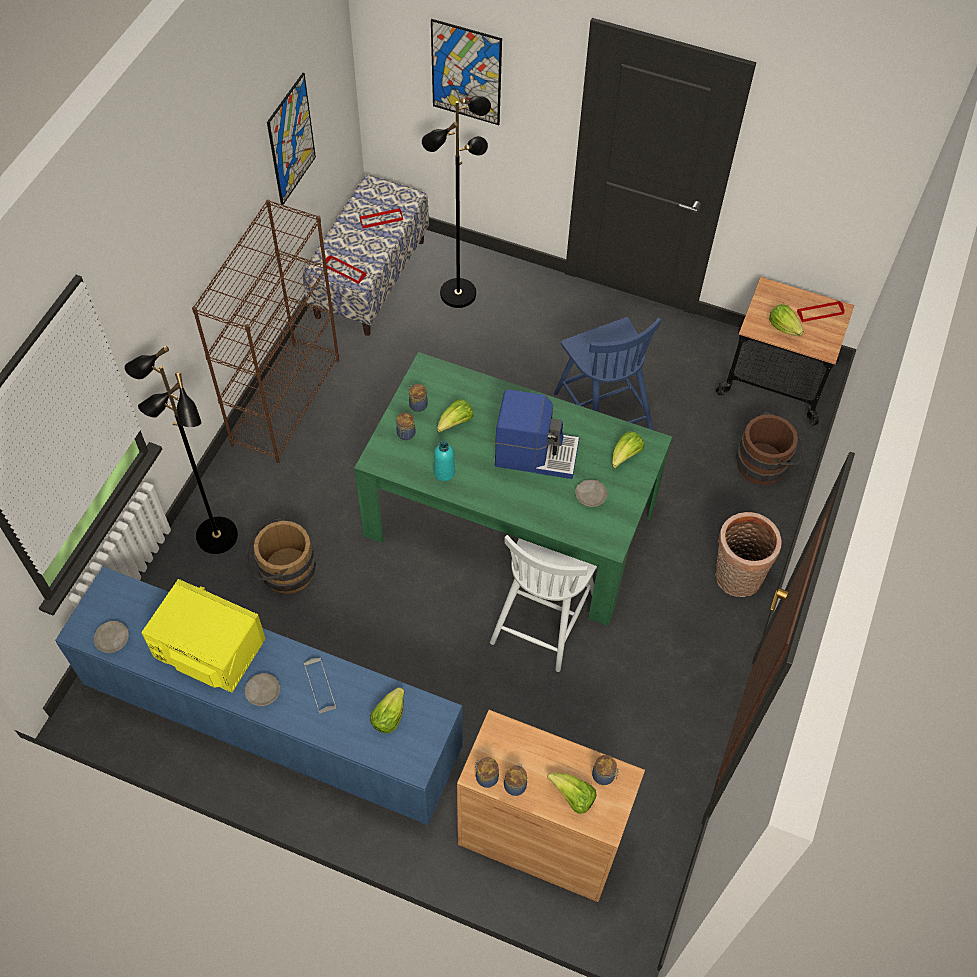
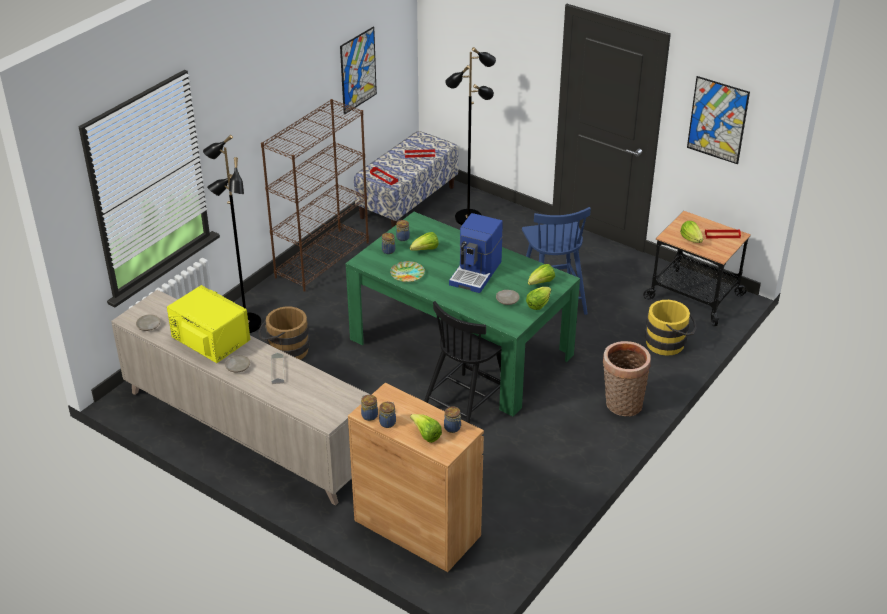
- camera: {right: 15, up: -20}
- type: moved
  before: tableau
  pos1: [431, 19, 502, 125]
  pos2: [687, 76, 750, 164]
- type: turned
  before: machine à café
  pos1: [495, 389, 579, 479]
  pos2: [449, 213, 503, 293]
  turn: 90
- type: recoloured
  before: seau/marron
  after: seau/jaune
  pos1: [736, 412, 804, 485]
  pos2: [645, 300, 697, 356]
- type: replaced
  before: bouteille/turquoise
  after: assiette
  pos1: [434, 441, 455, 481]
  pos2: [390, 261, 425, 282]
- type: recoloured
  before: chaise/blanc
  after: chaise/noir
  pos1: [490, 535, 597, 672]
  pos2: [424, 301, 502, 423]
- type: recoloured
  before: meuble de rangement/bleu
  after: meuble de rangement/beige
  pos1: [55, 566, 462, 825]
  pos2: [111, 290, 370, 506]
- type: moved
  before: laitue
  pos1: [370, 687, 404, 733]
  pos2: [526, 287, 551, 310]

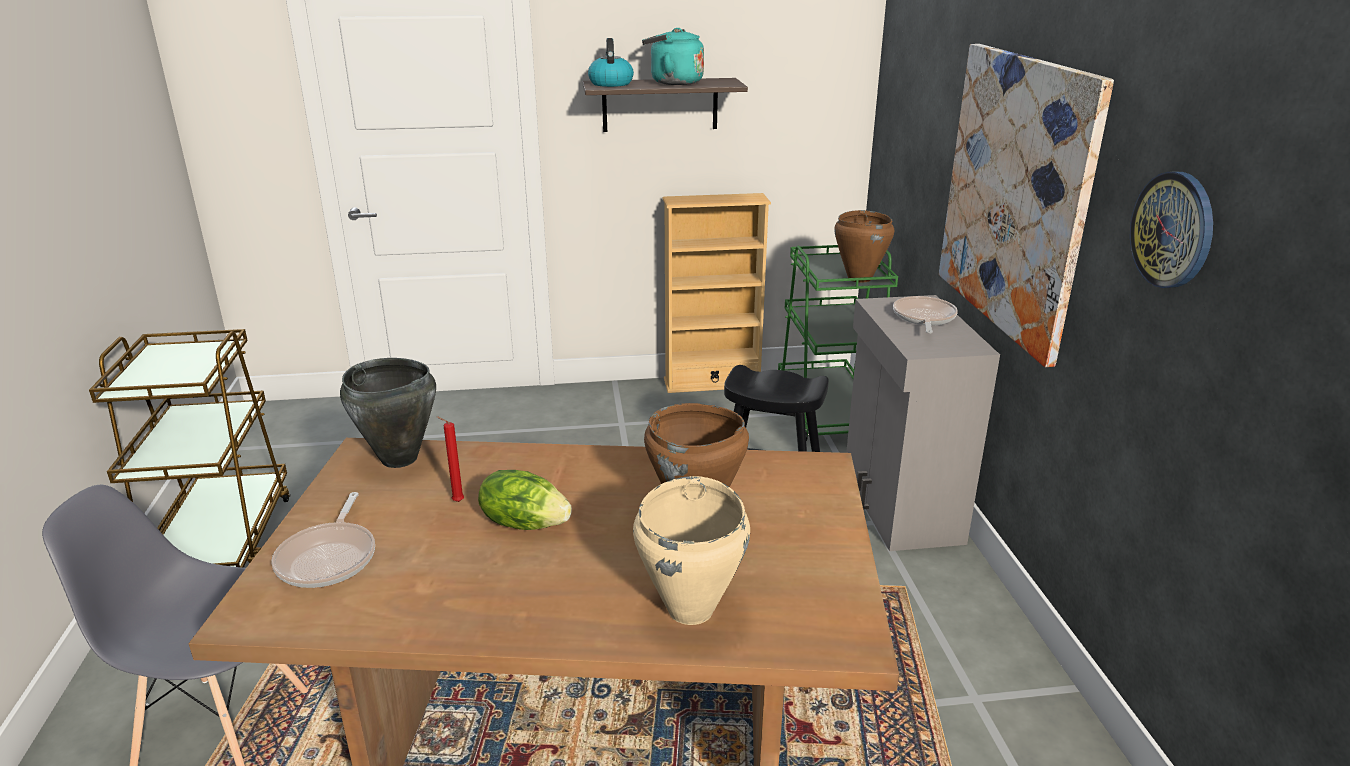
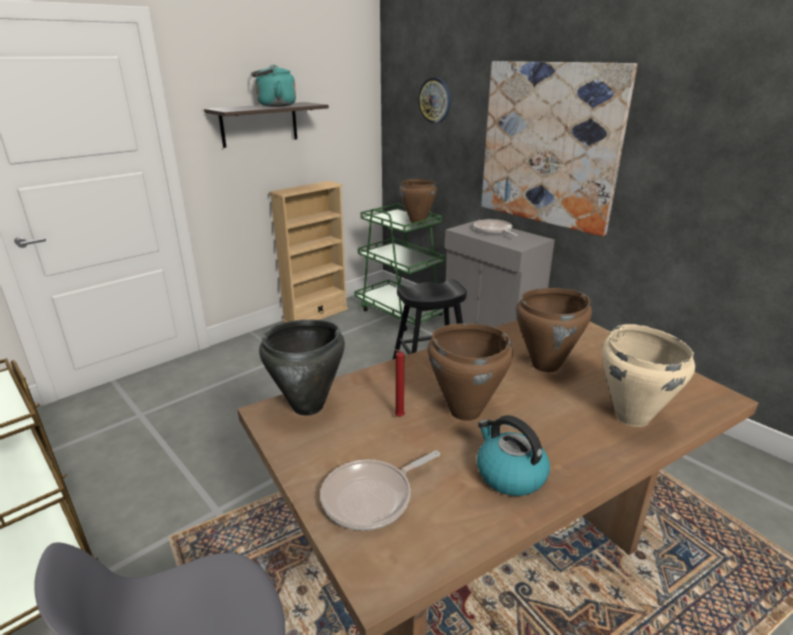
- camera: {right: -35, up: 0}
- type: moved
  before: bouilloire
  pos1: [588, 38, 634, 87]
  pos2: [477, 415, 550, 496]
- type: moved
  before: horloge murale
  pos1: [1130, 171, 1213, 288]
  pos2: [418, 77, 451, 124]
- type: replaced
  before: laitue
  after: marmite/marron
  pos1: [478, 470, 572, 530]
  pos2: [428, 323, 513, 421]
- type: turned
  before: poêle
  pos1: [271, 492, 375, 588]
  pos2: [320, 451, 440, 530]
  turn: 90

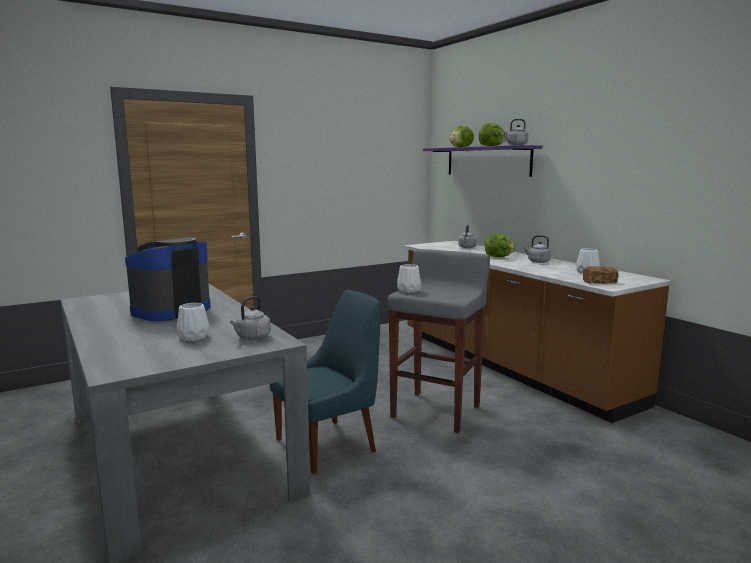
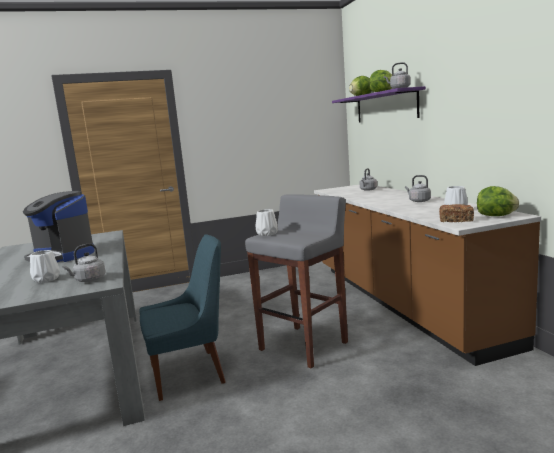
- camera: {right: 15, up: 0}
- type: moved
  before: laitue
  pos1: [485, 234, 515, 257]
  pos2: [477, 186, 519, 216]
- type: turned
  before: machine à café
  pos1: [125, 238, 211, 321]
  pos2: [23, 191, 95, 262]
  turn: -105

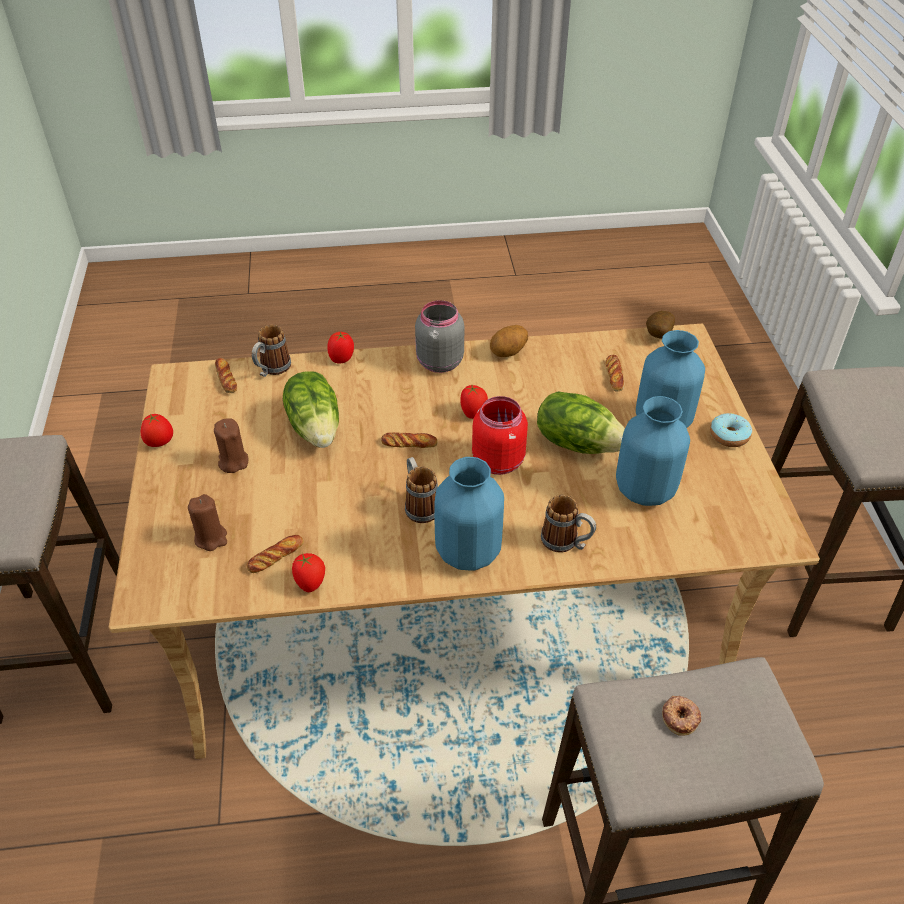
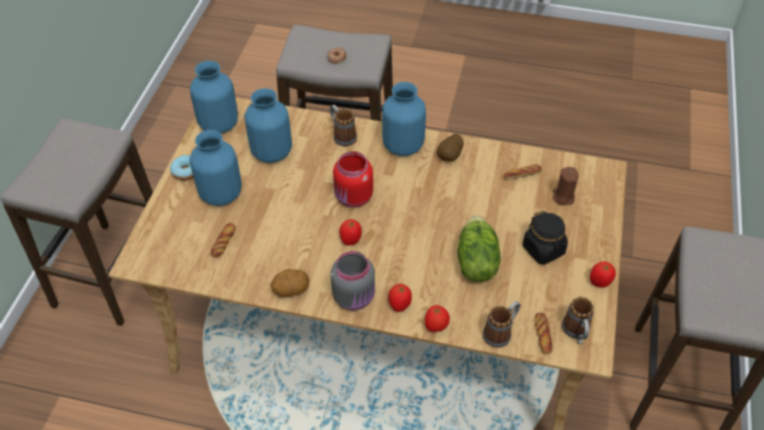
- camera: {right: -160, up: 5}
- type: moved
  before: pomme de terre
  pos1: [646, 311, 675, 339]
  pos2: [437, 134, 464, 162]
- type: removed
  before: laitue
  pos1: [537, 391, 625, 454]
- type: replaced
  before: bougie/marron
  after: bocal/noir
  pos1: [214, 418, 248, 473]
  pos2: [523, 211, 568, 265]
- type: removed
  before: pain
  pos1: [381, 432, 438, 448]
- type: moved
  before: mug
  pos1: [405, 457, 438, 523]
  pos2: [562, 297, 594, 344]
- type: moved
  before: tomate
  pos1: [292, 553, 325, 592]
  pos2: [388, 284, 412, 312]
- type: added
  after: vase/bleu
  pos2: [190, 61, 238, 134]

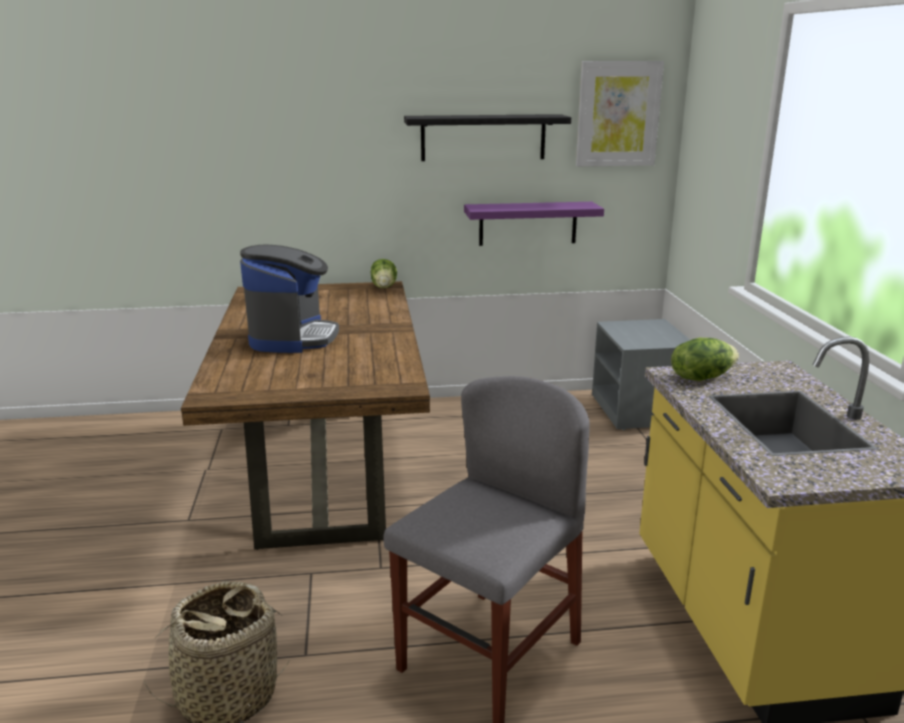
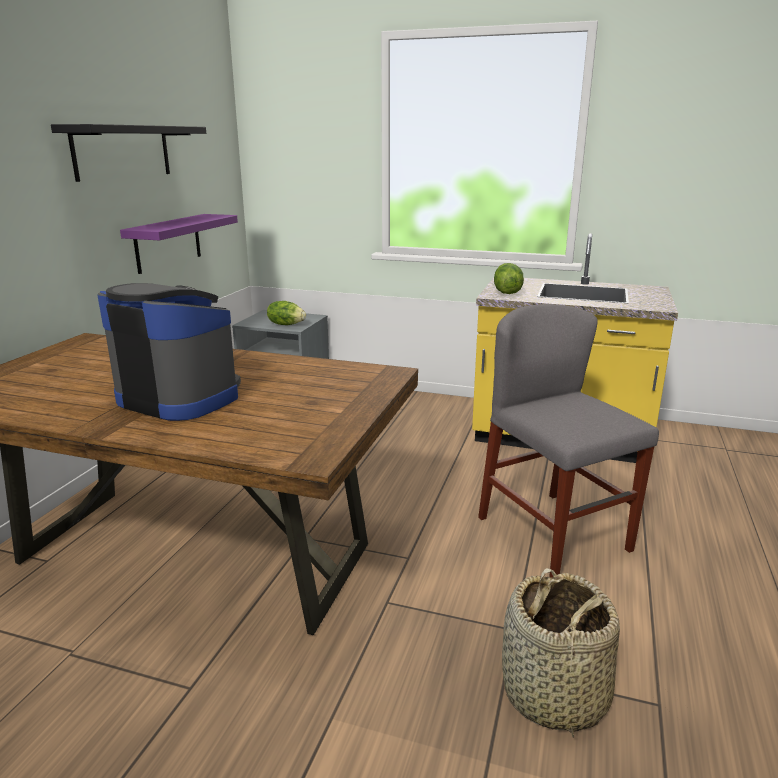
- camera: {right: -65, up: 0}
- type: removed
  before: tableau
  pos1: [576, 61, 664, 167]
- type: moved
  before: laitue
  pos1: [371, 259, 397, 288]
  pos2: [267, 301, 306, 325]

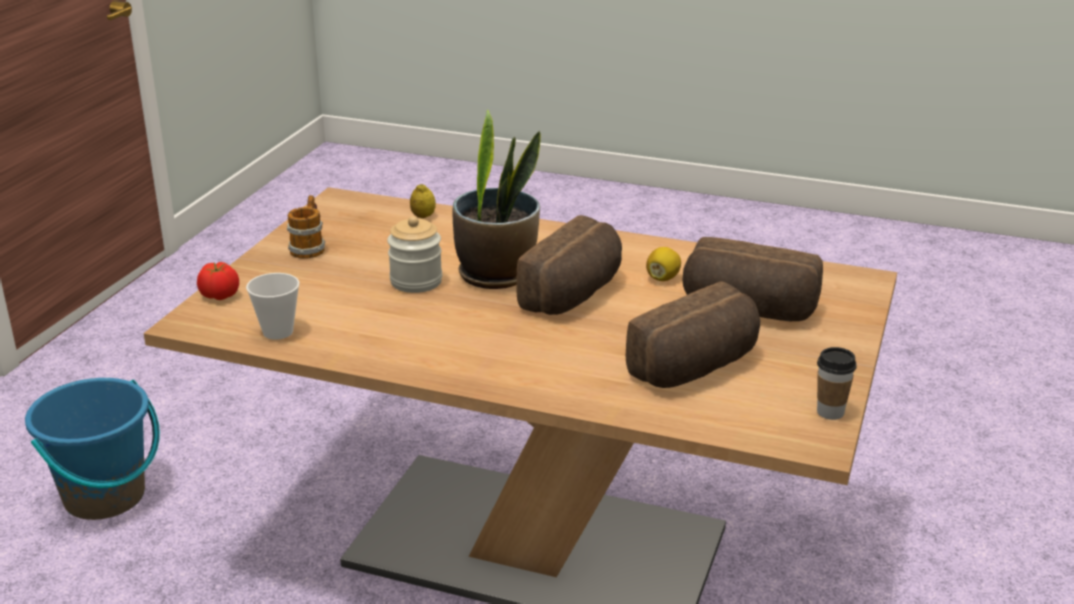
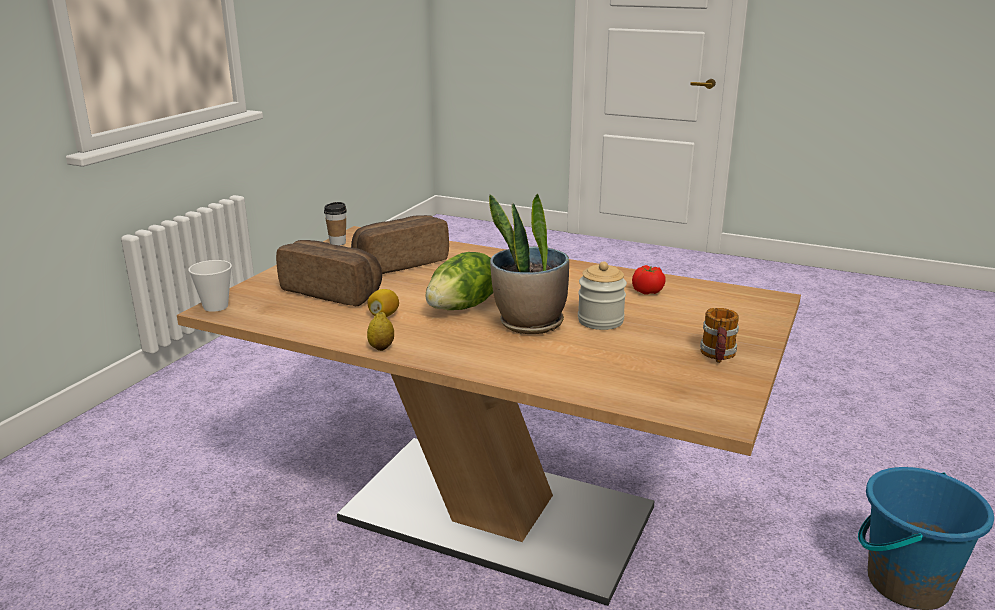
- camera: {right: -175, up: -5}
- type: moved
  before: citron
  pos1: [410, 184, 436, 218]
  pos2: [367, 312, 394, 351]
- type: replaced
  before: pain
  after: laitue
  pos1: [516, 215, 622, 315]
  pos2: [425, 252, 493, 310]
- type: moved
  before: tomate
  pos1: [197, 262, 239, 300]
  pos2: [632, 265, 666, 295]
- type: moved
  before: tasse
  pos1: [246, 273, 300, 340]
  pos2: [188, 260, 232, 312]

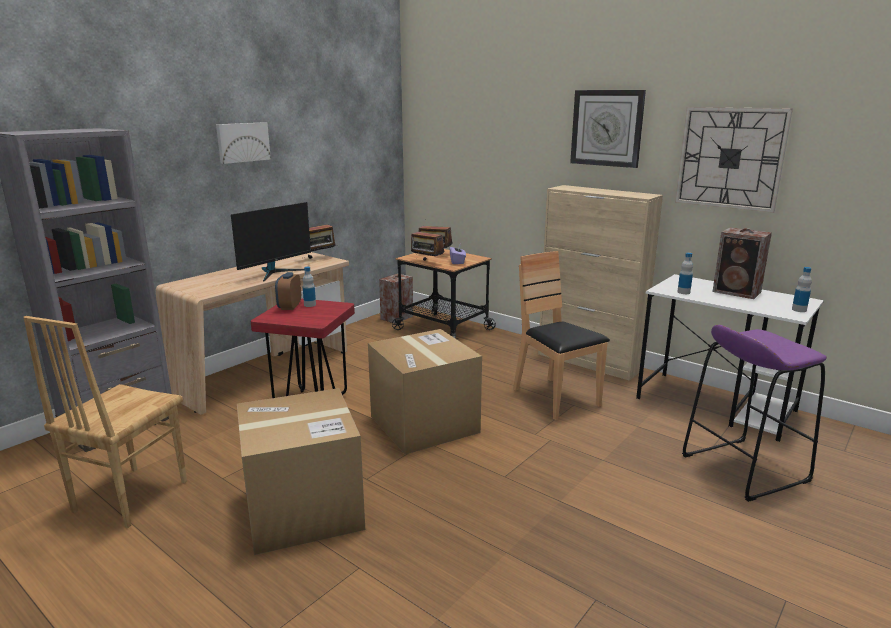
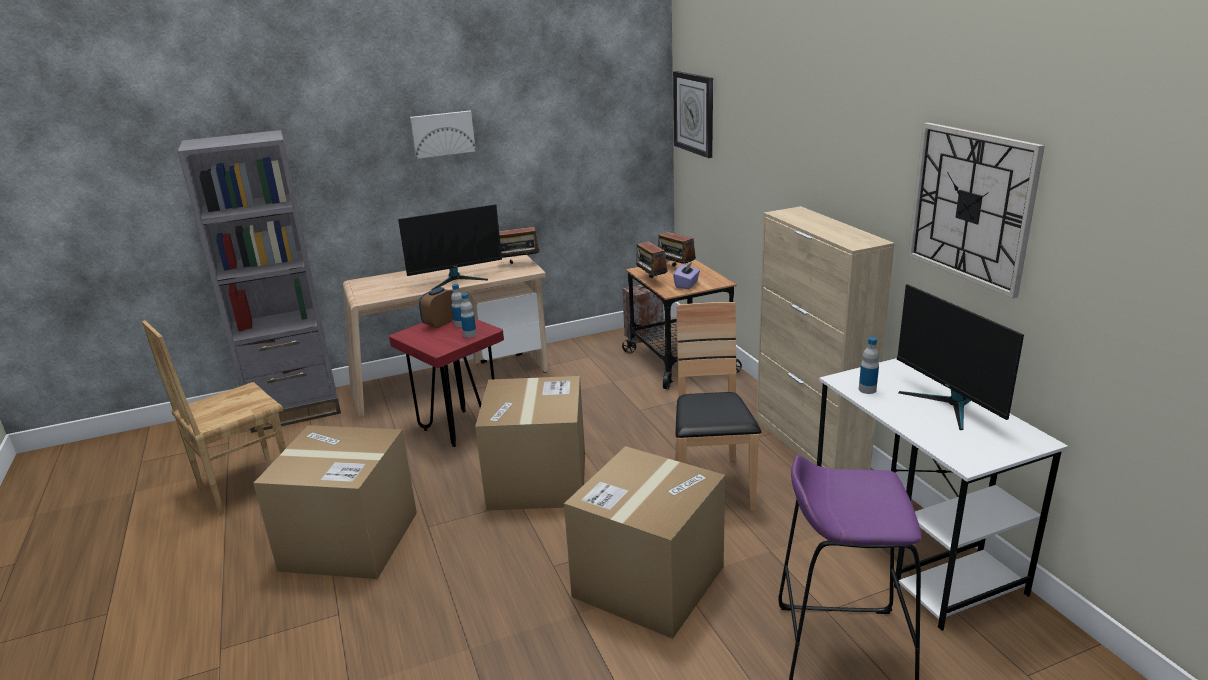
- camera: {right: 30, up: 5}
- type: moved
  before: horloge murale
  pos1: [570, 90, 646, 168]
  pos2: [673, 71, 713, 158]
- type: replaced
  before: enceinte
  after: écran d'ordinateur
  pos1: [712, 228, 772, 299]
  pos2: [897, 284, 1024, 430]
- type: moved
  before: bouteille
  pos1: [792, 267, 812, 312]
  pos2: [460, 293, 477, 338]
- type: added
  after: carton
  pos2: [564, 446, 725, 639]

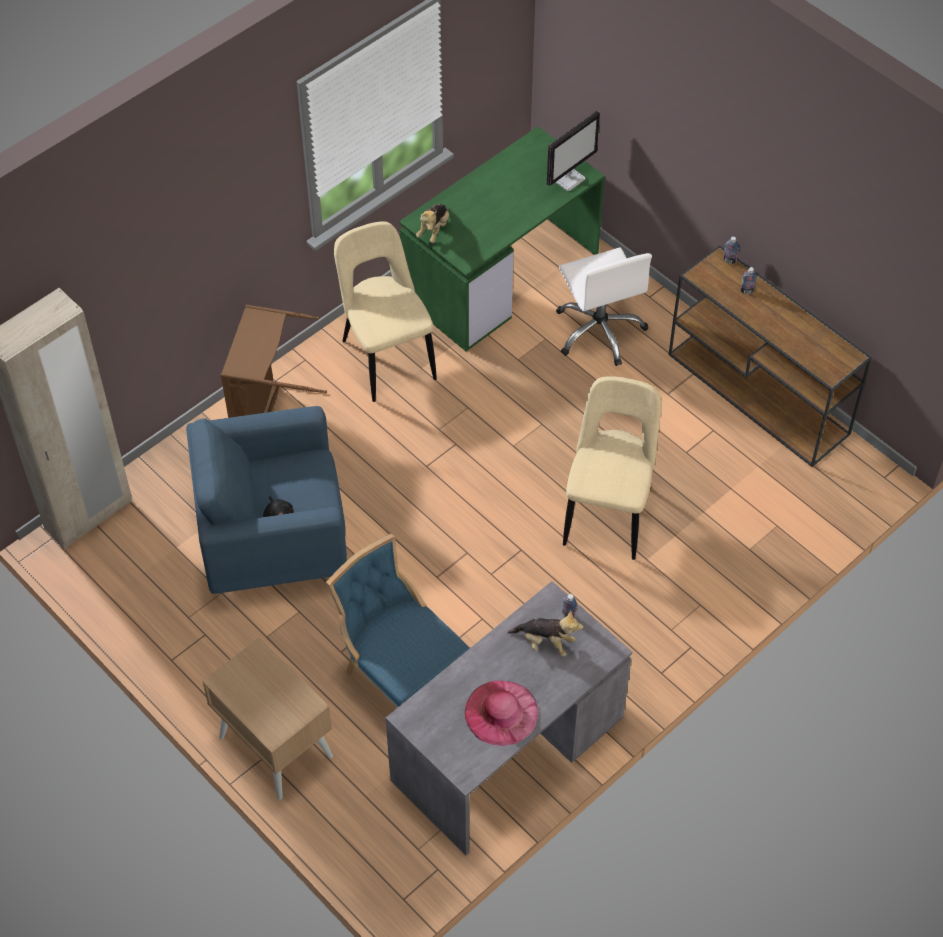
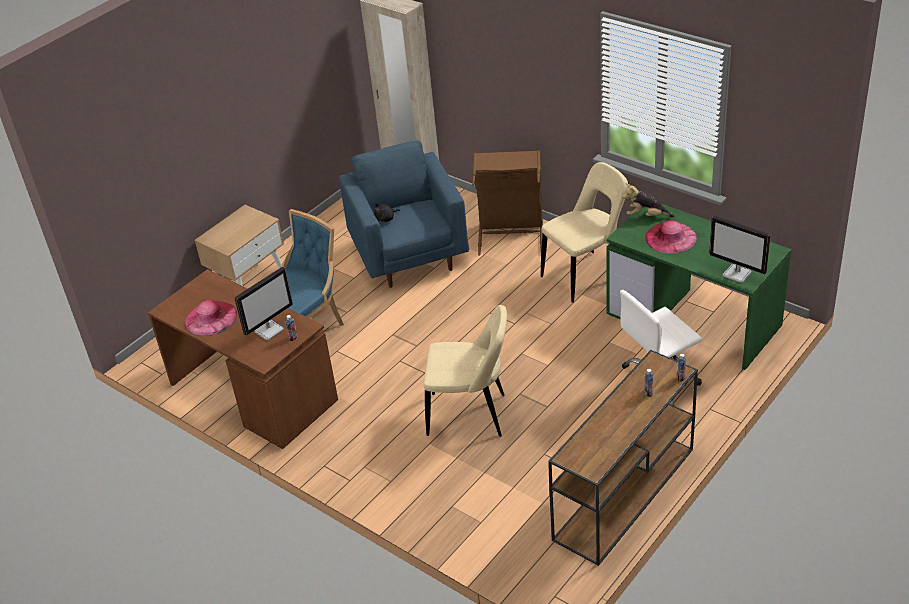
- camera: {right: 85, up: -15}
- type: recoloured
  before: bureau/gris
  after: bureau/marron
  pos1: [385, 581, 632, 856]
  pos2: [148, 269, 338, 449]
- type: replaced
  before: peluche
  after: écran d'ordinateur
  pos1: [508, 611, 583, 657]
  pos2: [235, 266, 293, 340]
- type: added
  after: chapeau/rose
  pos2: [645, 220, 697, 253]

